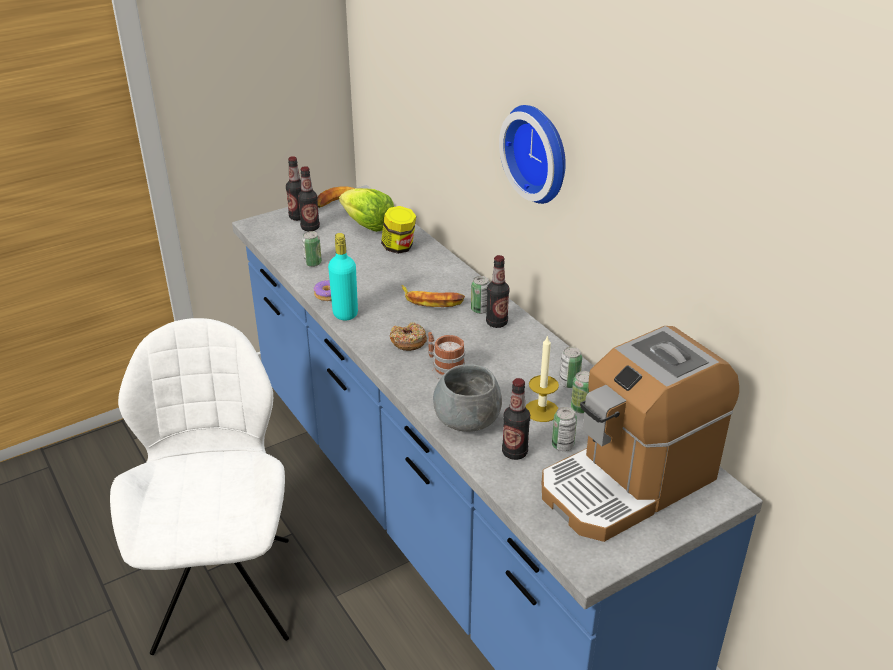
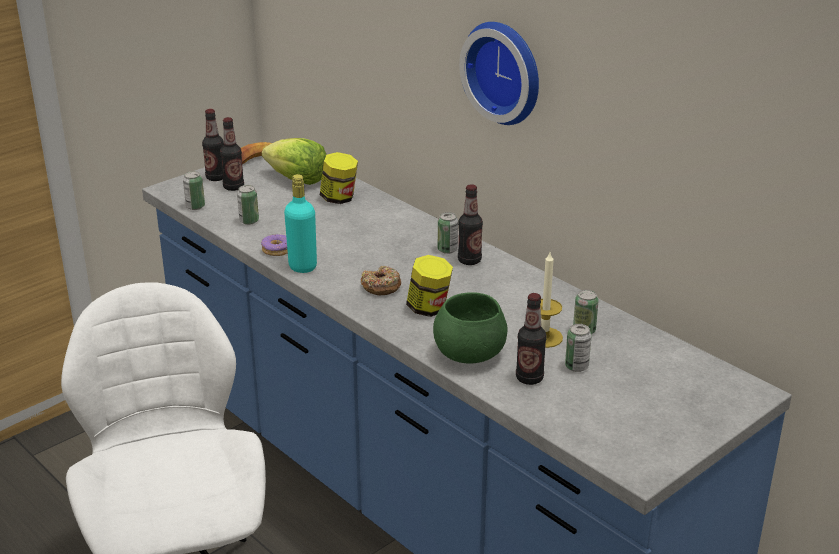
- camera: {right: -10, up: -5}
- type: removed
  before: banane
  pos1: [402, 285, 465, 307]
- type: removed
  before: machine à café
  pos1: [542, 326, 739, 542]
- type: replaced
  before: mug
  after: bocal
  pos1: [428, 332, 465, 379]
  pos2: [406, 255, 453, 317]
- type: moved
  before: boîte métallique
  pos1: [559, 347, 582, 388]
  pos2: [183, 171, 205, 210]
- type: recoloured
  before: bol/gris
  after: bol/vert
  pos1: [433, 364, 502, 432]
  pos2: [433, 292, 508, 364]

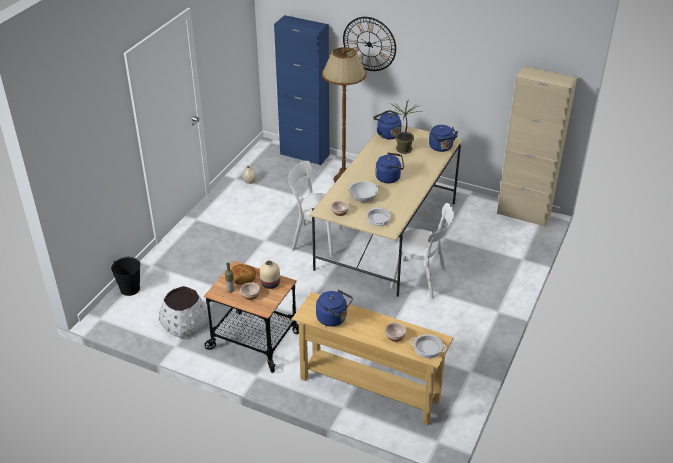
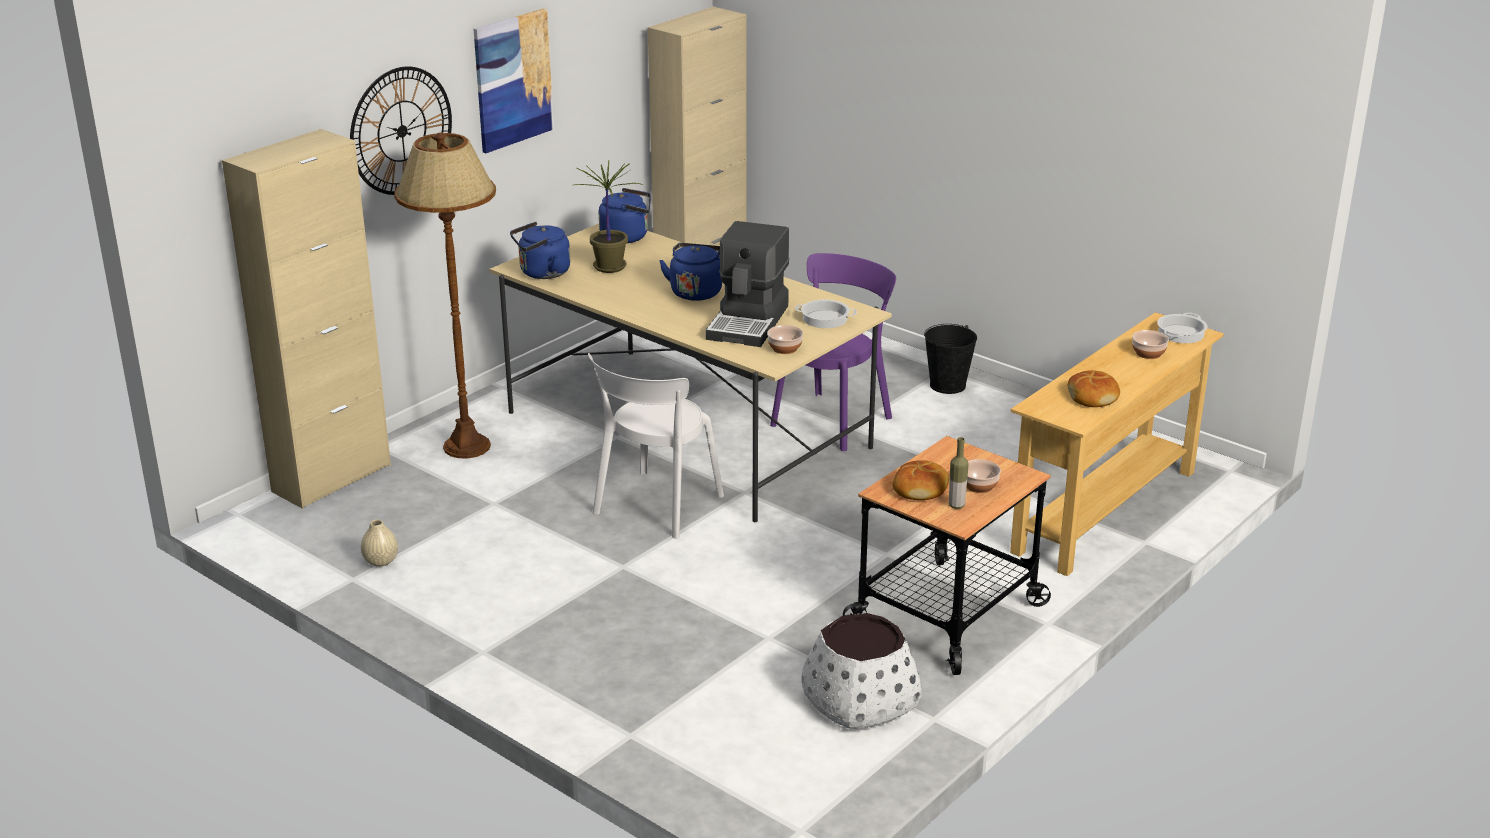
- camera: {right: -75, up: -10}
- type: recoloured
  before: meuble de rangement/bleu
  after: meuble de rangement/beige
  pos1: [274, 15, 329, 165]
  pos2: [222, 129, 391, 509]
- type: replaced
  before: bol/blanc
  after: machine à café
  pos1: [349, 181, 378, 202]
  pos2: [706, 221, 789, 347]
- type: recoloured
  before: chaise/blanc
  after: chaise/violet
  pos1: [390, 203, 454, 299]
  pos2: [770, 253, 896, 451]
- type: moved
  before: seau/noir
  pos1: [111, 257, 140, 296]
  pos2: [924, 324, 977, 394]
- type: removed
  before: vase/beige
  pos1: [260, 260, 280, 289]
- type: replaced
  before: bouilloire/bleu
  after: pain
  pos1: [316, 290, 353, 327]
  pos2: [1068, 370, 1120, 407]
- type: added
  after: tableau
  pos2: [474, 8, 554, 153]

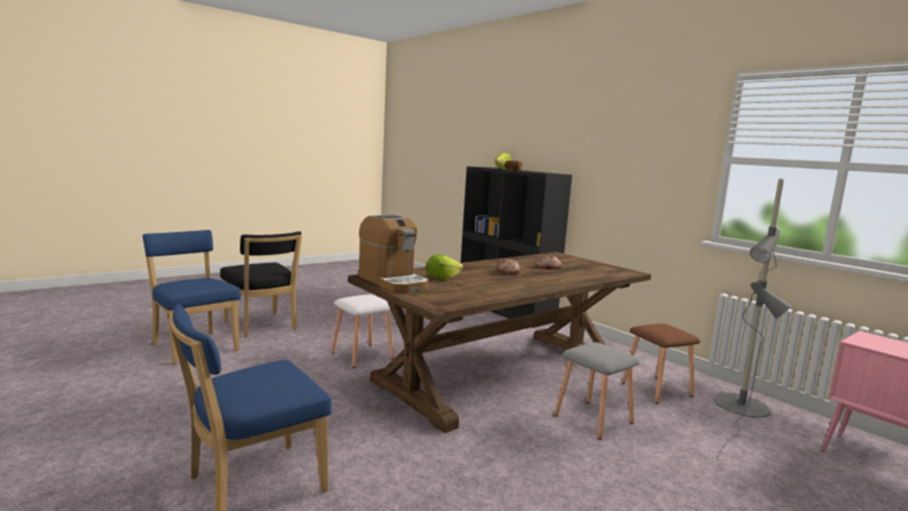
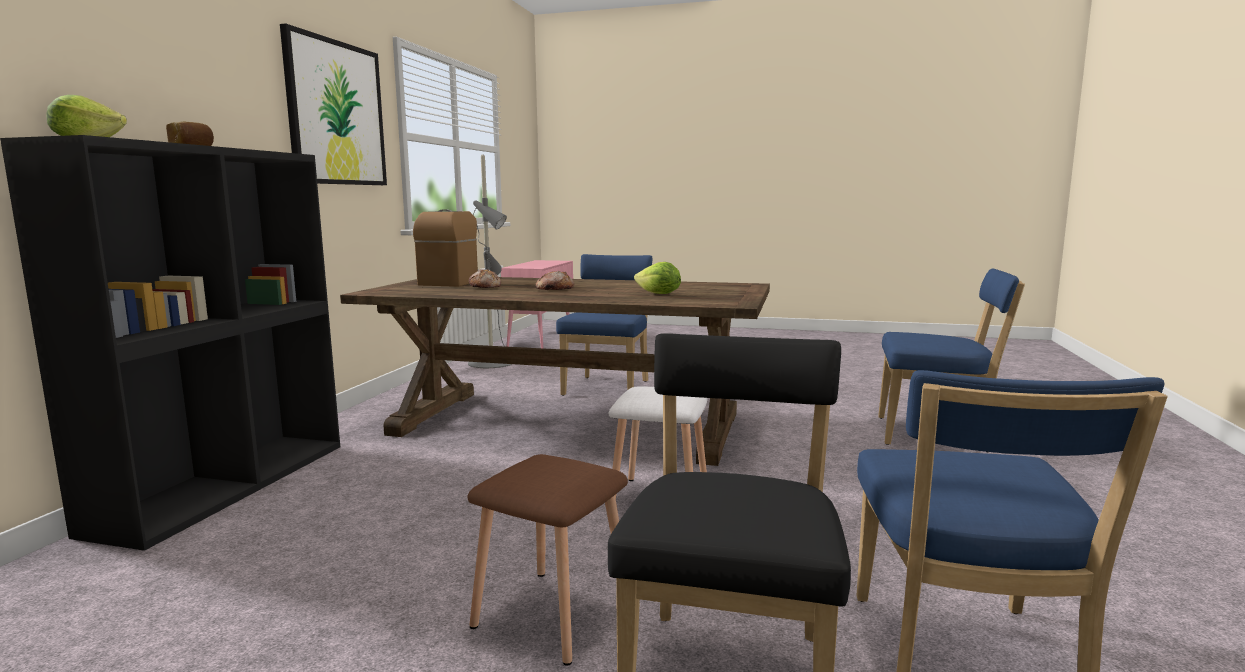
- camera: {right: -125, up: 0}
- type: moved
  before: machine à café
  pos1: [359, 215, 429, 293]
  pos2: [413, 209, 491, 287]
- type: moved
  before: tabouret/marron
  pos1: [622, 324, 700, 403]
  pos2: [467, 454, 628, 666]
- type: replaced
  before: tabouret/gris
  after: chaise/bleu
  pos1: [554, 342, 640, 440]
  pos2: [556, 254, 653, 396]
- type: added
  after: tableau
  pos2: [280, 23, 387, 185]

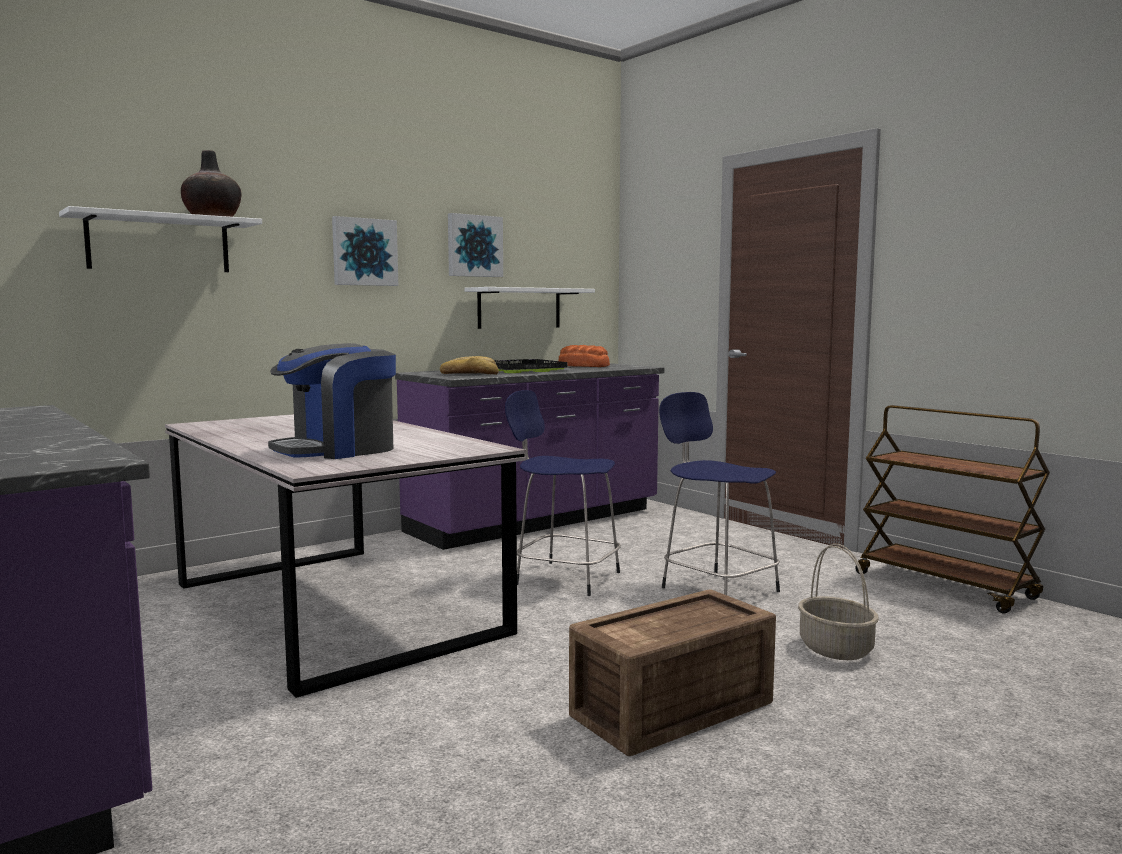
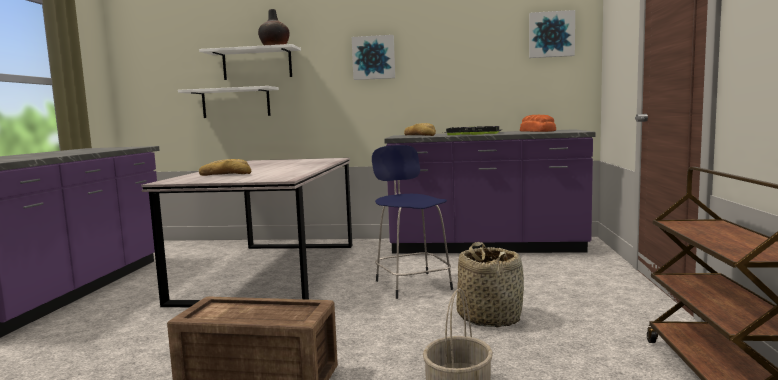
- camera: {right: 45, up: 0}
- type: moved
  before: tableau
  pos1: [448, 213, 503, 277]
  pos2: [529, 10, 575, 58]
- type: moved
  before: étagère/blanc
  pos1: [464, 287, 595, 329]
  pos2: [178, 86, 279, 118]
- type: replaced
  before: machine à café
  after: pain
  pos1: [268, 343, 396, 459]
  pos2: [199, 159, 251, 176]
- type: replaced
  before: tabouret/bleu
  after: panier
  pos1: [659, 392, 780, 595]
  pos2: [456, 242, 524, 327]

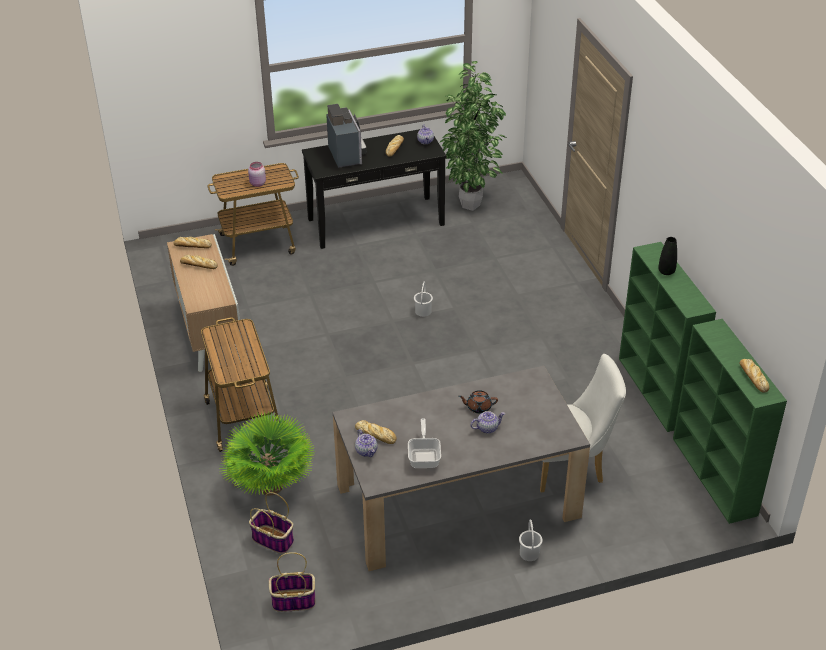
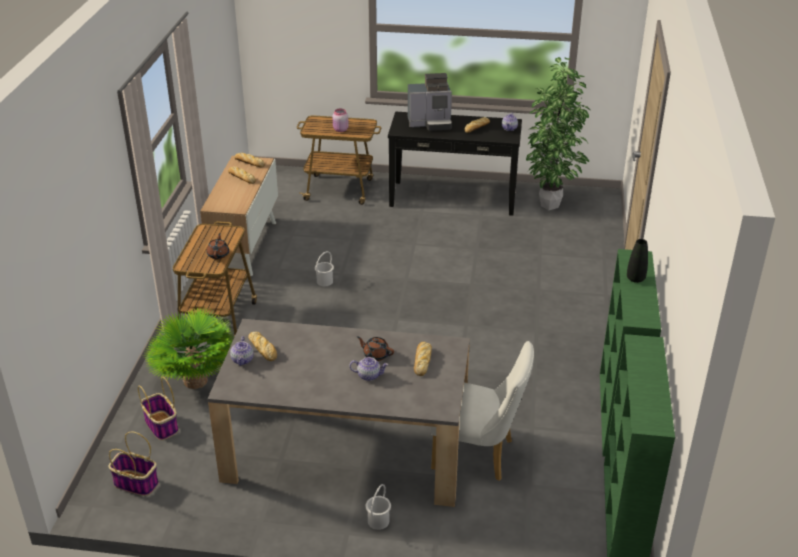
- camera: {right: 25, up: -5}
- type: turned
  before: machine à café
  pos1: [326, 104, 367, 168]
  pos2: [408, 73, 452, 131]
  turn: 75
- type: moved
  before: seau/blanc
  pos1: [414, 281, 433, 317]
  pos2: [315, 251, 334, 286]
- type: moved
  before: pain
  pos1: [740, 359, 769, 393]
  pos2: [414, 342, 432, 376]
- type: removed
  before: poêle
  pos1: [408, 418, 441, 468]
- type: added
  after: théière/marron
  pos2: [207, 233, 229, 259]

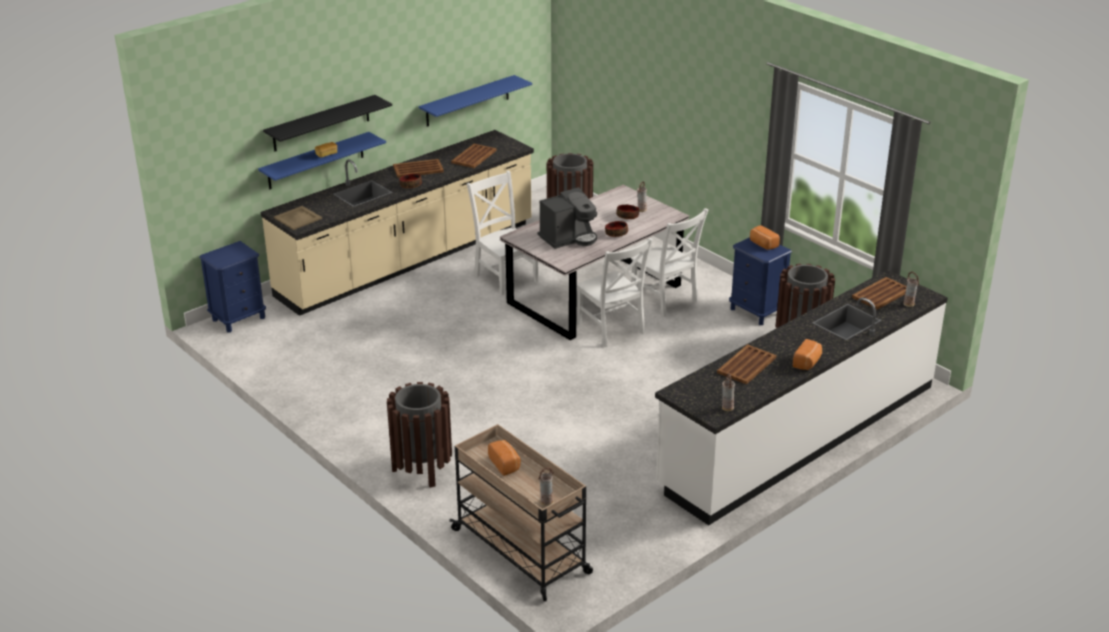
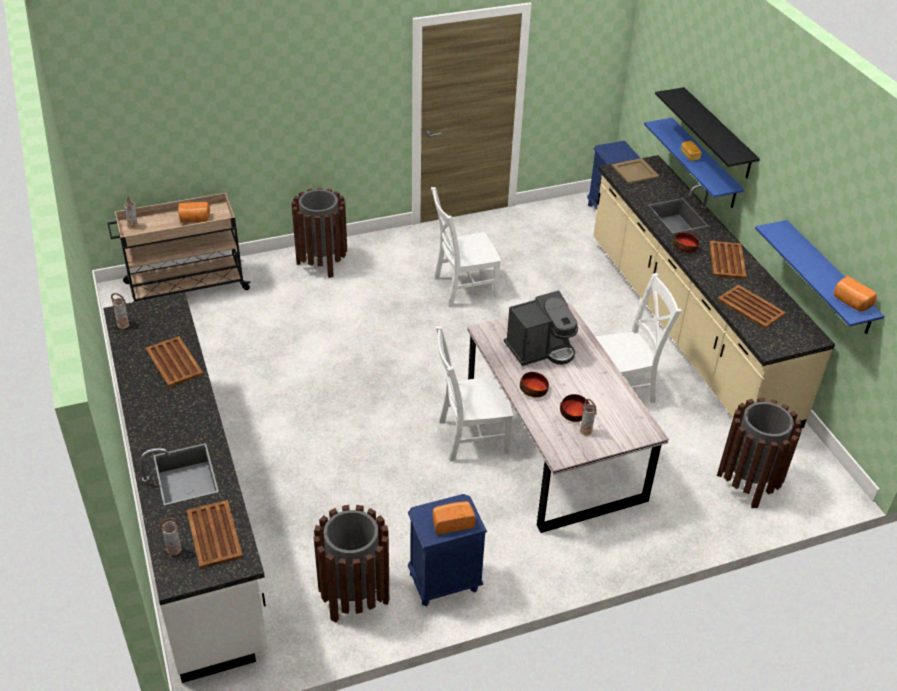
- camera: {right: 110, up: 10}
- type: turned
  before: machine à café
  pos1: [537, 187, 597, 249]
  pos2: [504, 290, 578, 366]
  turn: -105
- type: moved
  before: chaise/blanc
  pos1: [631, 208, 709, 317]
  pos2: [431, 187, 501, 307]
- type: moved
  before: pain
  pos1: [793, 339, 822, 370]
  pos2: [834, 276, 877, 312]

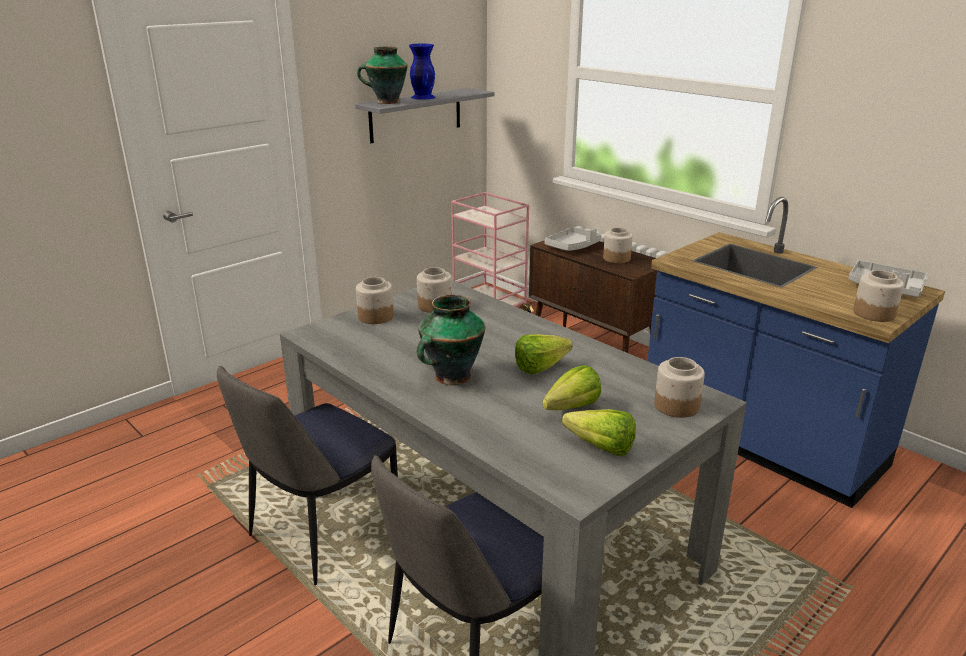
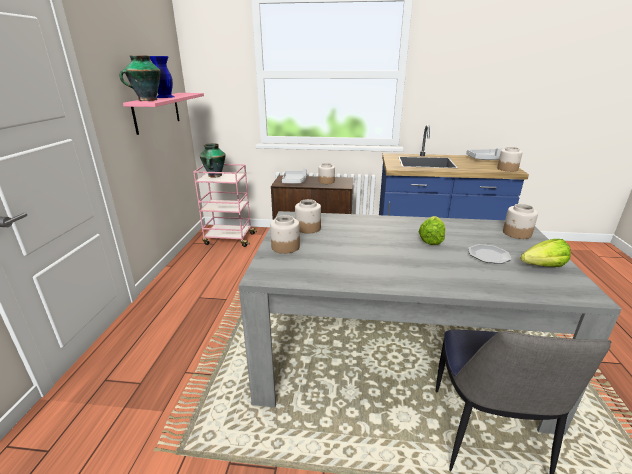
- camera: {right: -40, up: 0}
- type: recoloured
  before: étagère/gris
  after: étagère/rose
  pos1: [355, 88, 495, 143]
  pos2: [123, 93, 204, 135]
- type: moved
  before: vase
  pos1: [417, 295, 485, 385]
  pos2: [199, 143, 225, 177]
- type: removed
  before: chaise
  pos1: [217, 366, 398, 585]
- type: replaced
  before: laitue
  after: assiette
  pos1: [542, 366, 601, 410]
  pos2: [468, 244, 512, 264]

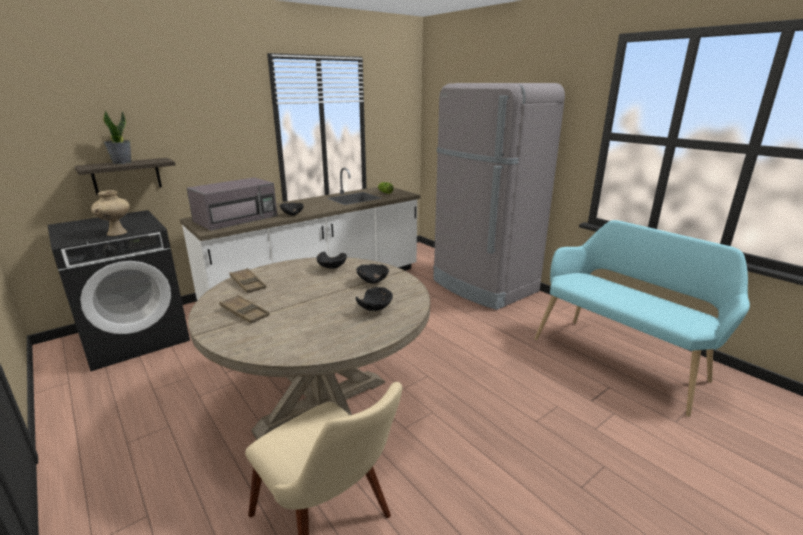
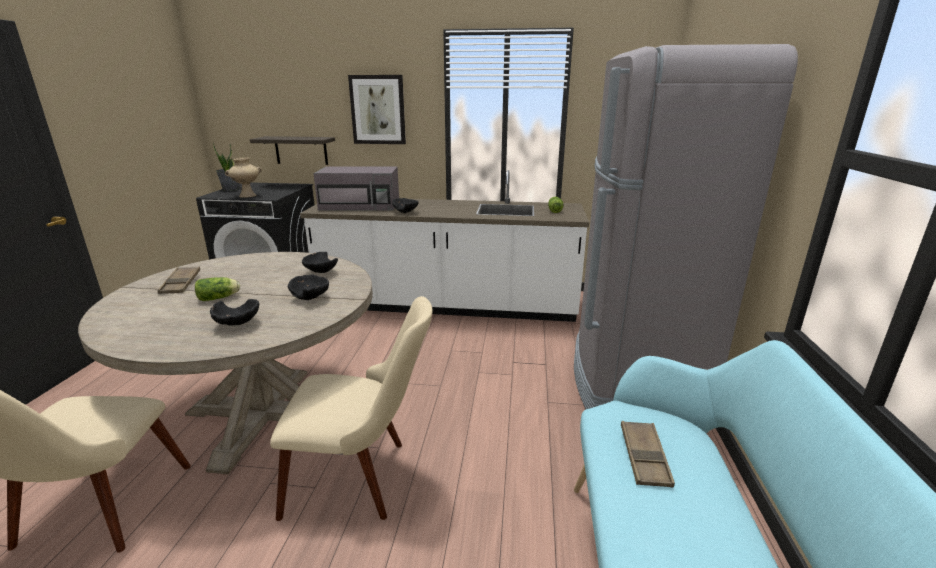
- camera: {right: 45, up: 0}
- type: moved
  before: plante en pot
  pos1: [103, 110, 131, 164]
  pos2: [213, 143, 239, 191]
- type: moved
  before: plateau/marron
  pos1: [230, 268, 266, 293]
  pos2: [621, 421, 675, 488]
- type: added
  after: tableau
  pos2: [348, 75, 406, 144]
- type: added
  after: laitue
  pos2: [195, 277, 240, 301]
- type: added
  after: chaise/beige
  pos2: [270, 296, 432, 521]

